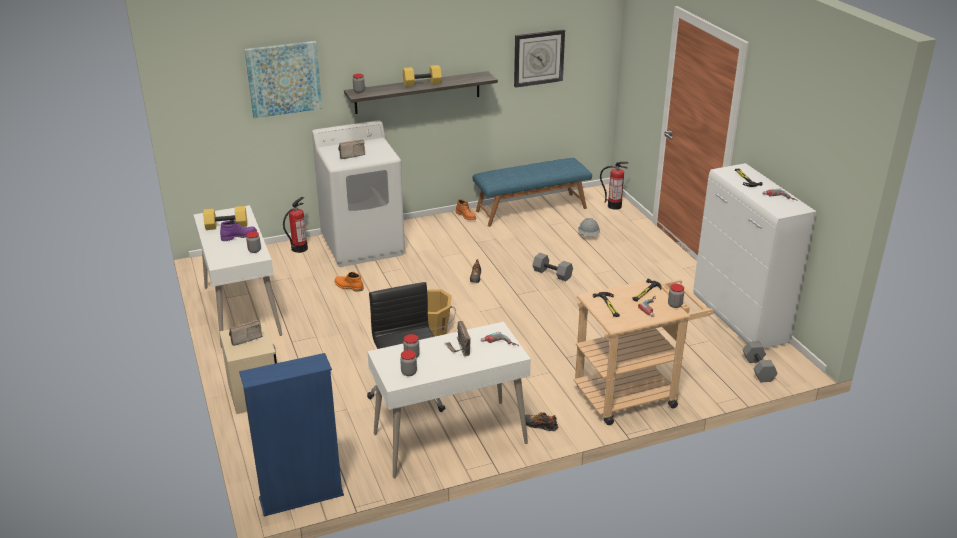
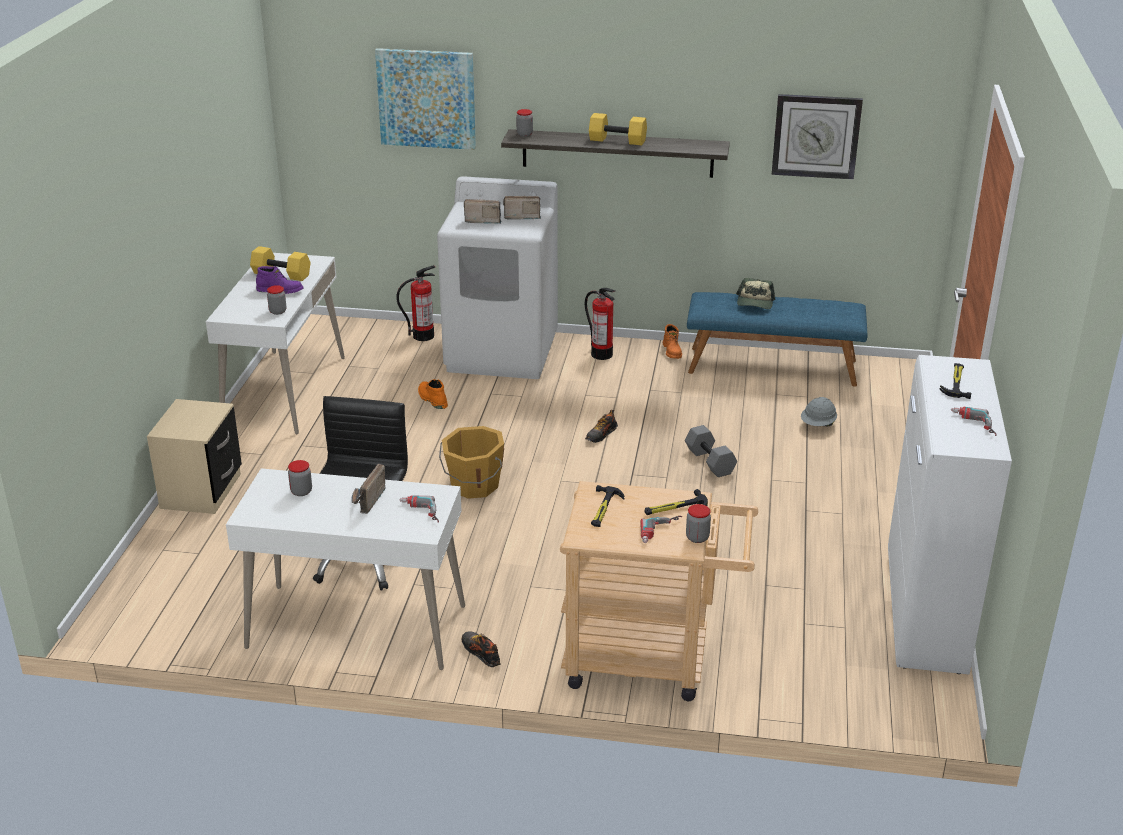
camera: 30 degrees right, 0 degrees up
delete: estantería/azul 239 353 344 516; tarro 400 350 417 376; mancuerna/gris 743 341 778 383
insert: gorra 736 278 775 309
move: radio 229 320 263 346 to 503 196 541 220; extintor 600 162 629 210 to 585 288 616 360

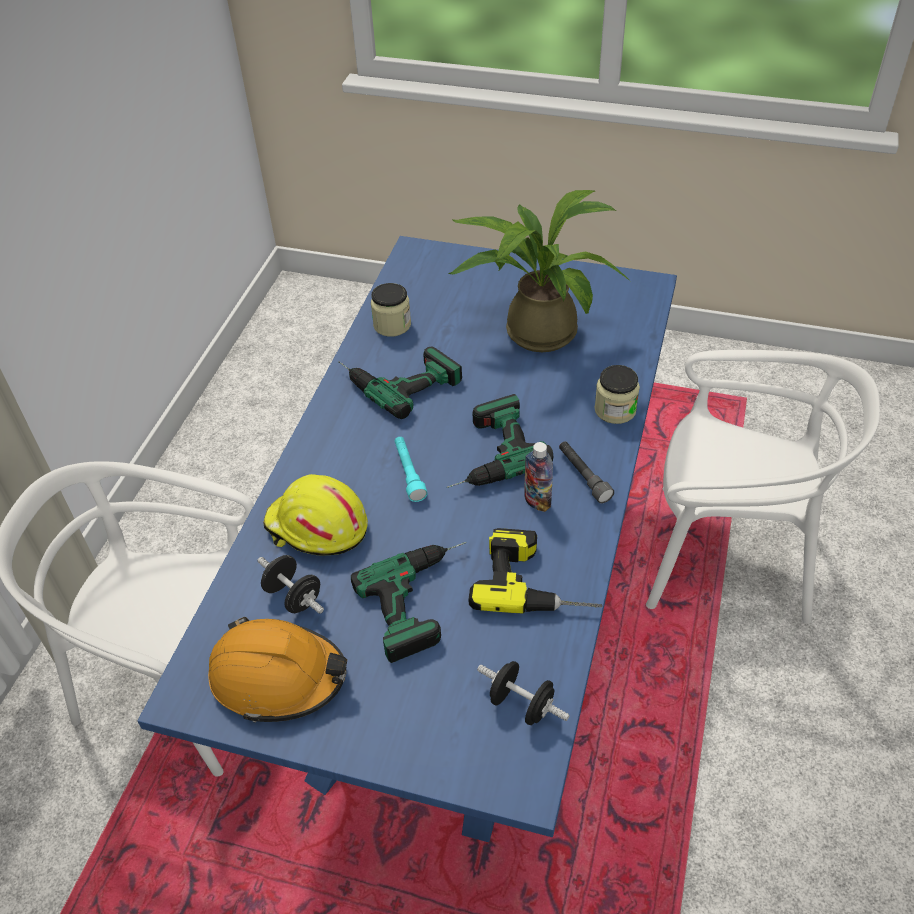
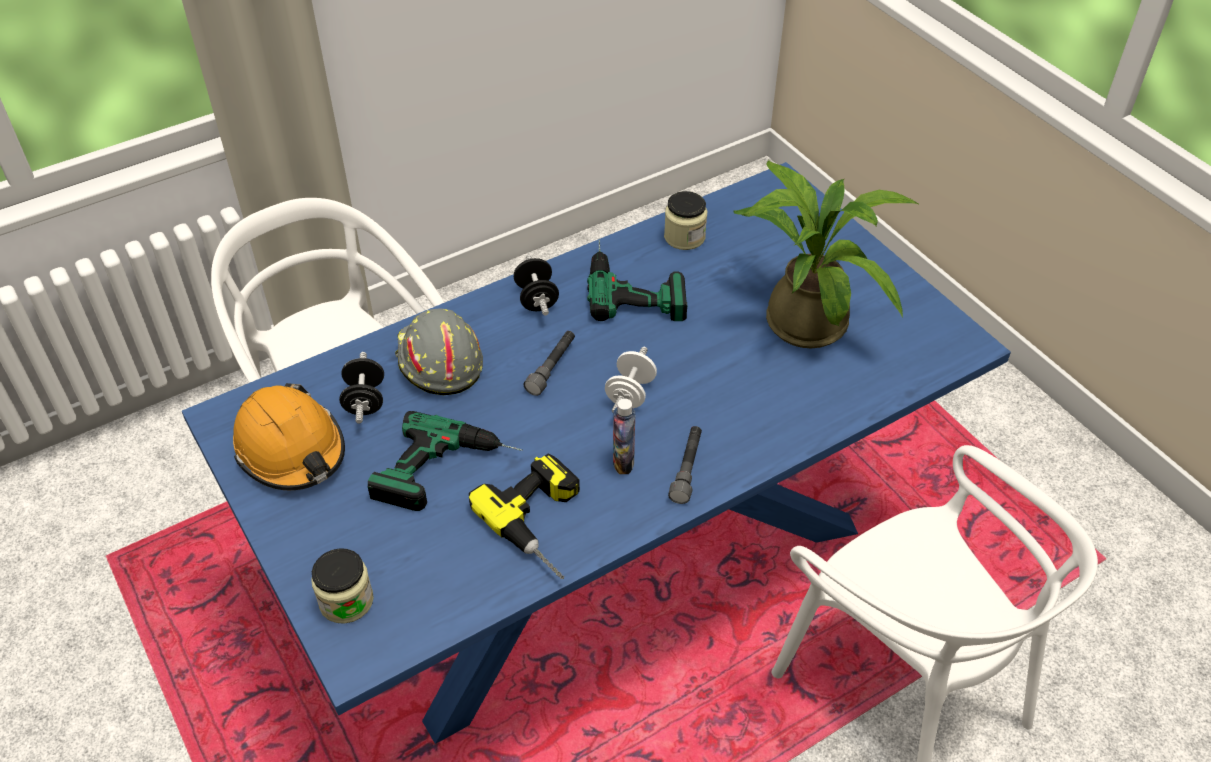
camera: 40 degrees right, 0 degrees up
move: mancuerna/negro 477 661 570 725 to 514 255 559 316; tarro 594 365 640 424 to 311 548 374 624
replace: taladro 447 394 553 488 to mancuerna/blanco 605 347 657 413
recolor: casco/amarillo 263 474 368 556 to casco/gris 395 308 483 395; linterna/turquesa 395 437 428 502 to linterna/gris 524 331 575 396

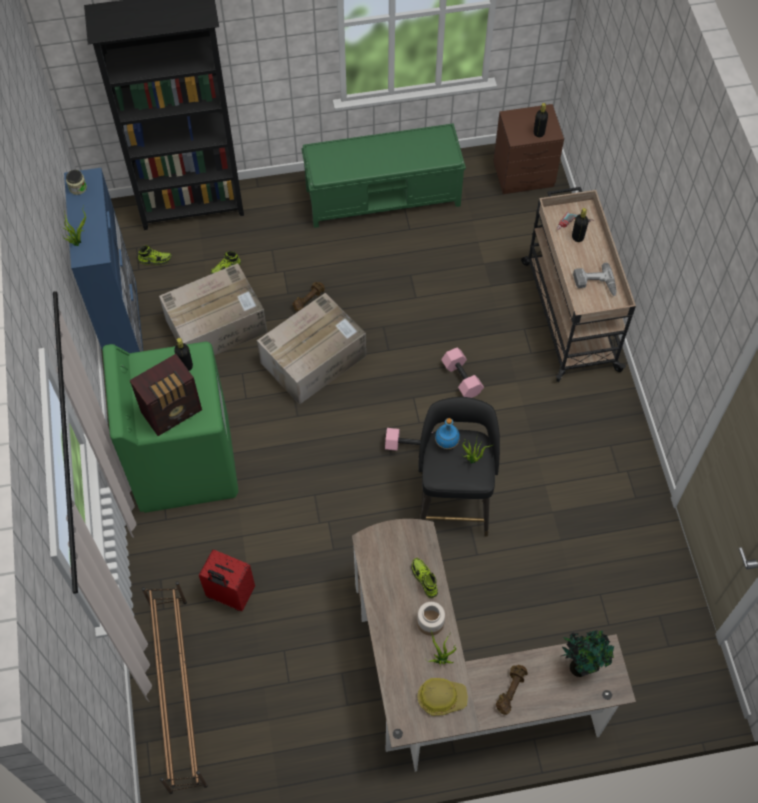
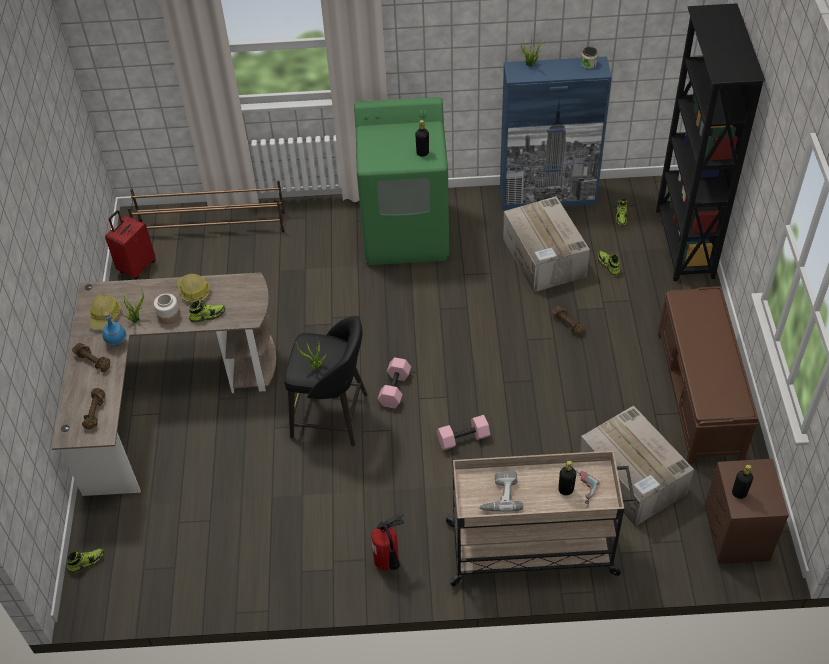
camera: 100 degrees right, 10 degrees down
delete: radio 130 354 202 436
insert: zapato 66 548 104 573; casco 176 274 211 303; extintor 371 513 404 570
move: maleta/rojo 199 550 255 611 to 105 210 156 279; caja de cartón 257 293 366 405 to 579 406 694 526; botella/azul 435 418 460 449 to 102 312 126 347
replace: planta en maceta 561 630 614 677 to mancuerna/marrón 82 388 106 429
recolor: banco/verde 301 123 466 228 to banco/marrón 658 286 759 465

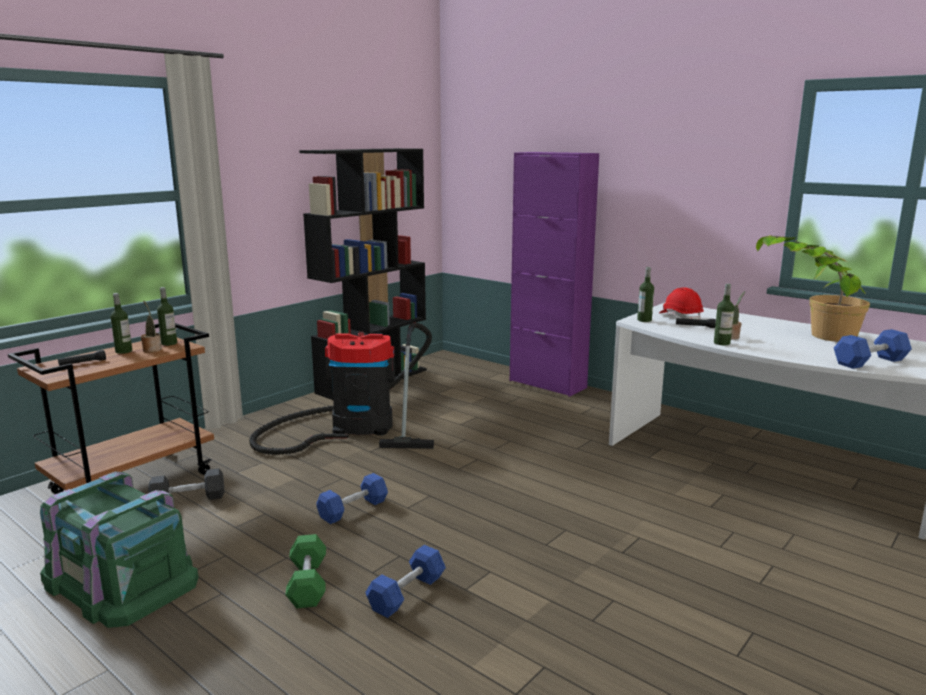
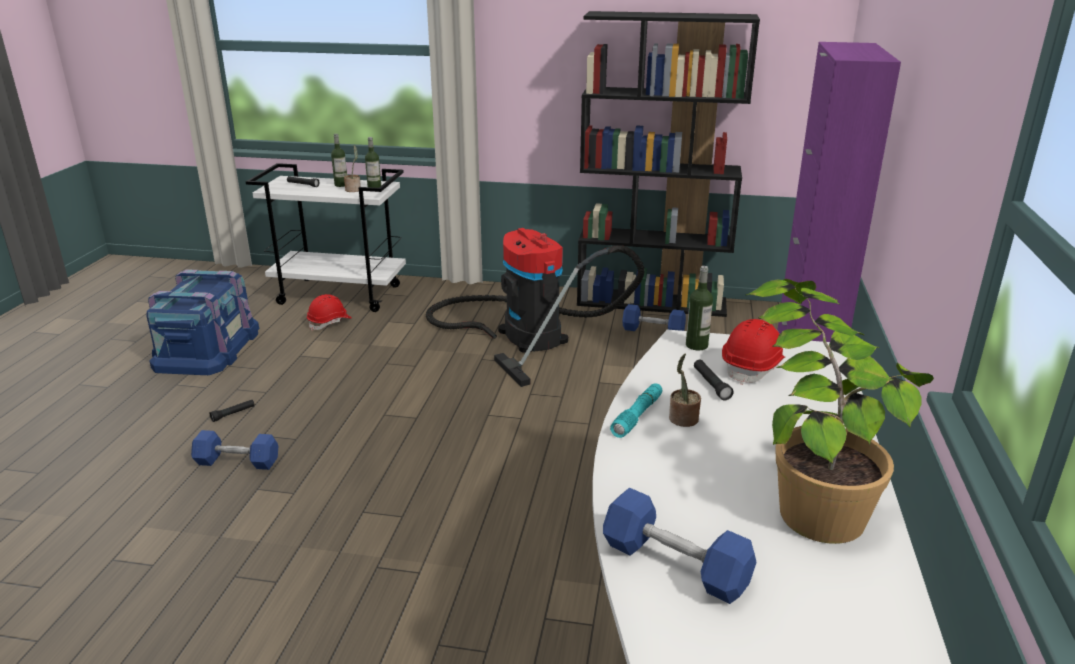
camera: 60 degrees right, 10 degrees up
move: mancuerna/azul 316 473 388 524 to 622 304 686 331
replace: mancuerna/gris 148 468 224 500 to casco/rojo 307 294 351 331; mancuerna/verde 285 534 326 608 to linterna/negro 210 400 255 422; botella 714 284 734 345 to linterna/turquesa 610 383 662 438
recolor: carrito/marrón 8 323 214 494 to carrito/blanco 246 163 406 312; caja de almacenaje/verde 40 471 198 628 to caja de almacenaje/azul 146 269 259 375

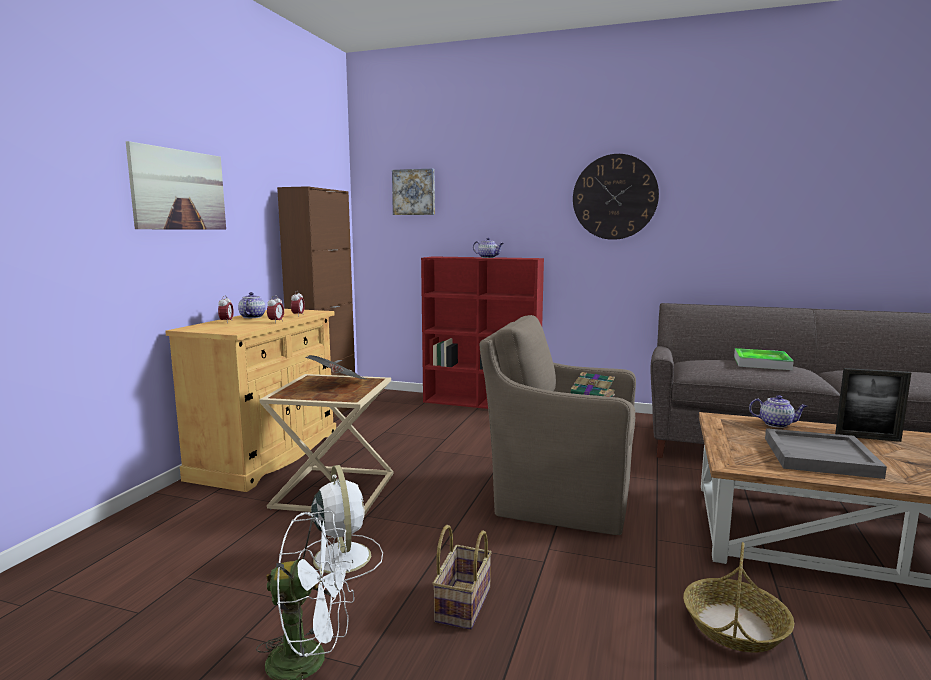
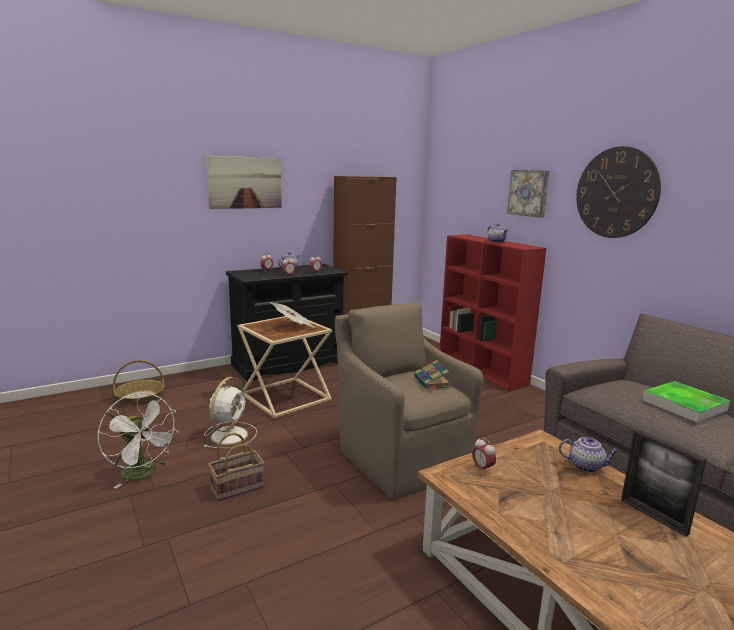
camera: 40 degrees right, 5 degrees up
delete: bandeja/gris 765 428 887 479
insert: despertador 472 437 496 474
move: cuadro 392 168 435 215 to 507 170 550 218; cesta 683 542 794 653 to 113 360 164 405
recolor: armario/beis 165 309 336 492 to armario/negro 226 264 348 381
rotate: tetera 749 395 807 428 = 559 437 619 473 45 degrees counterclockwise

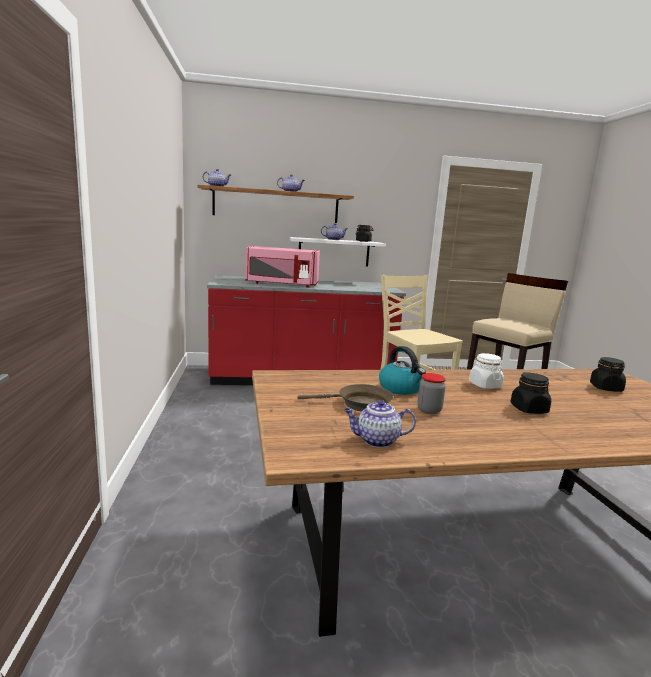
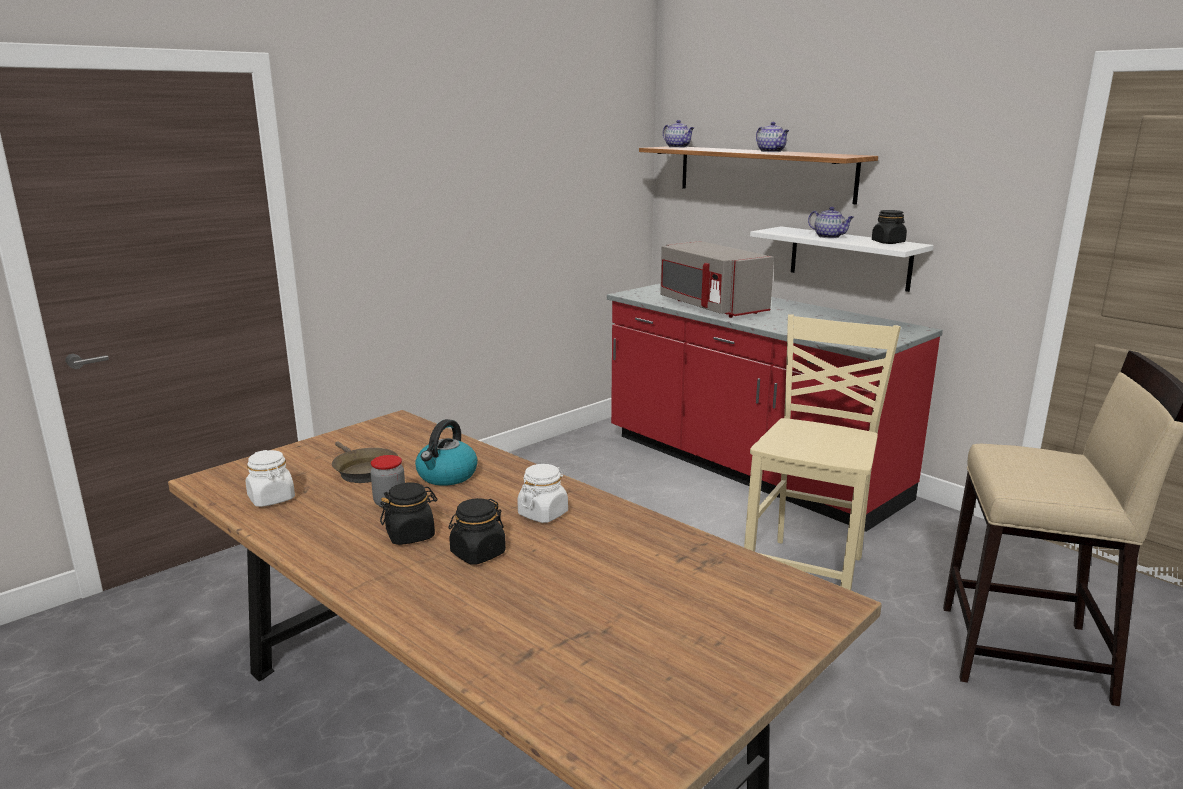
camera: 55 degrees right, 5 degrees up
move: tarro/negro 590 357 626 392 to 380 482 437 545
replace: tetera 344 400 416 448 to tarro/blanco 246 450 295 507
recolor: microondas/rosa 245 246 320 287 to microondas/gris 660 241 774 318

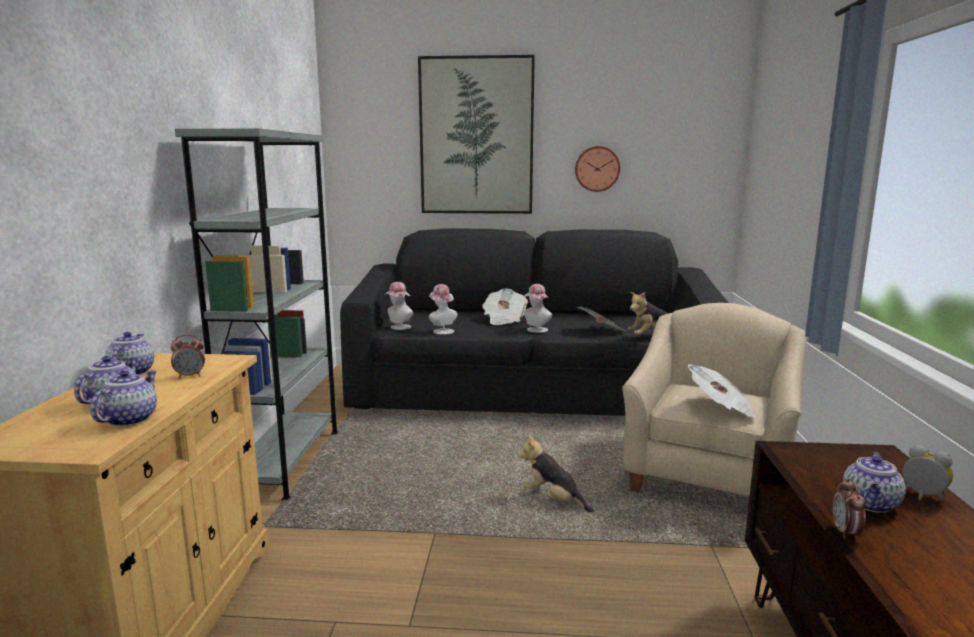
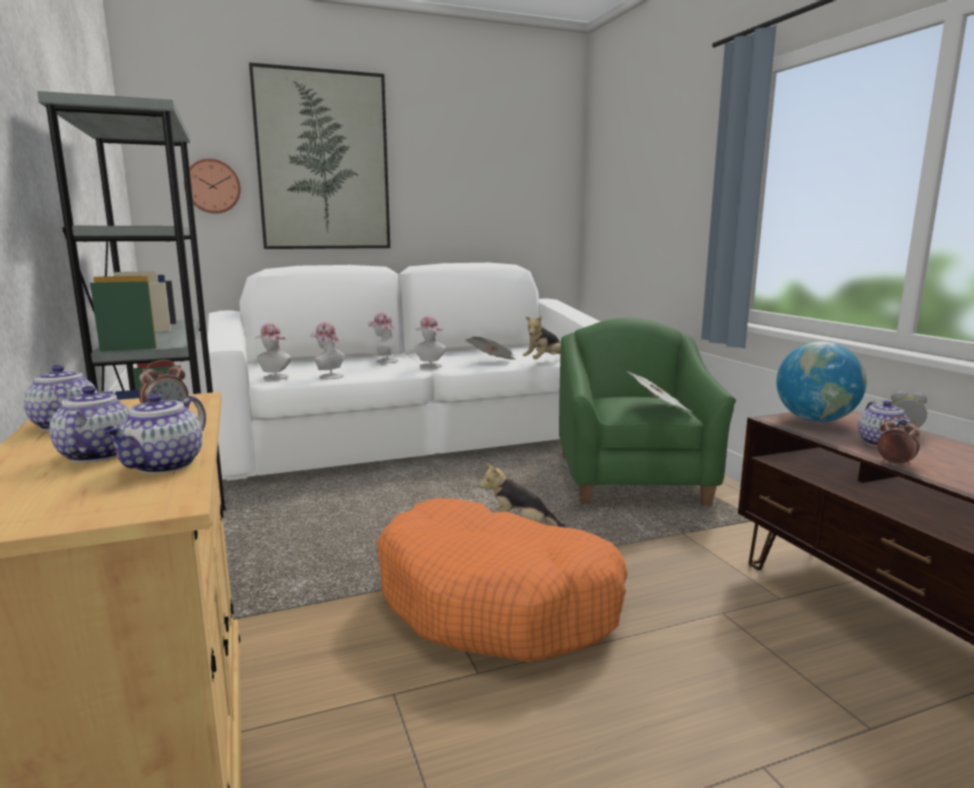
camera: 25 degrees left, 0 degrees up
insert: cama para perro/naranja 377 498 628 662; globo terráqueo 776 341 867 422
move: reloj de pared 575 146 620 192 to 184 159 241 214
replace: periódico 482 289 528 325 to sombrero 367 312 398 363
recolor: sofá/negro 340 228 729 416 to sofá/blanco 203 263 600 481; sillón/beis 622 303 807 497 to sillón/verde 559 318 736 505
rotate: tetera 90 370 157 426 = 103 393 206 474 150 degrees counterclockwise; despertador 832 478 866 539 = 877 416 921 467 150 degrees clockwise

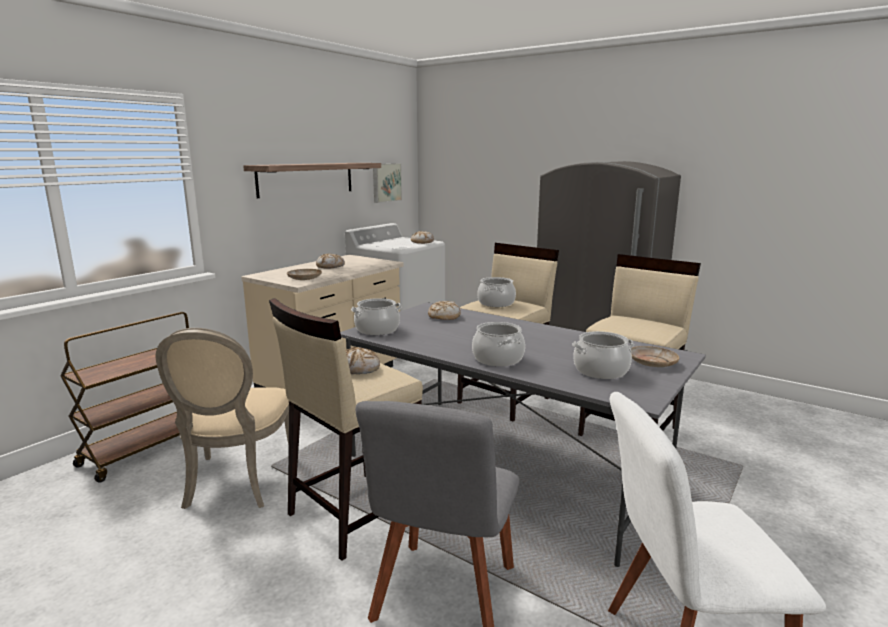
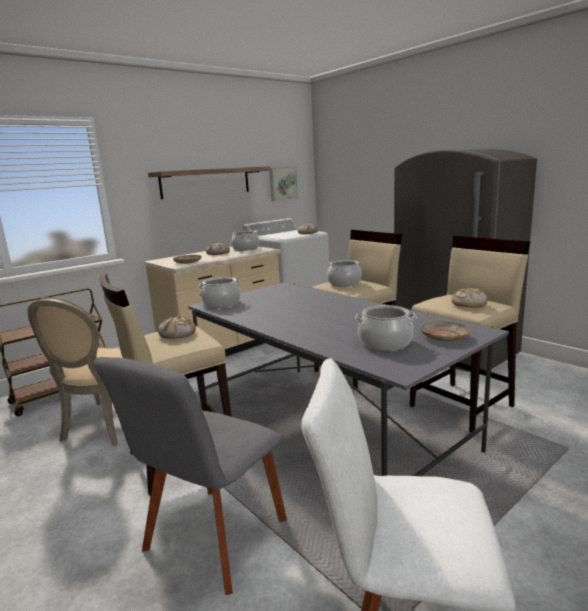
camera: 15 degrees right, 0 degrees up
move: pan 428 301 461 320 to 452 288 487 308; olla 472 322 525 366 to 232 231 259 251

